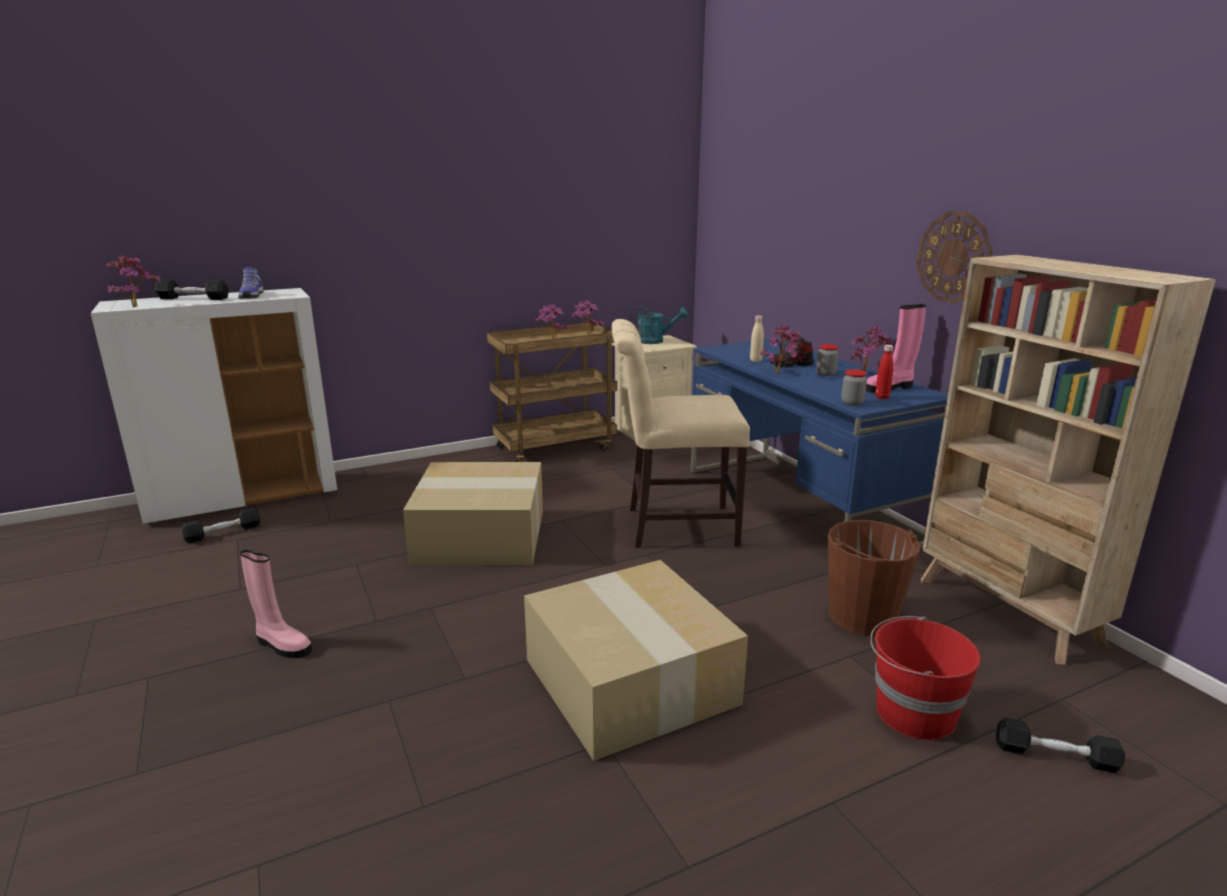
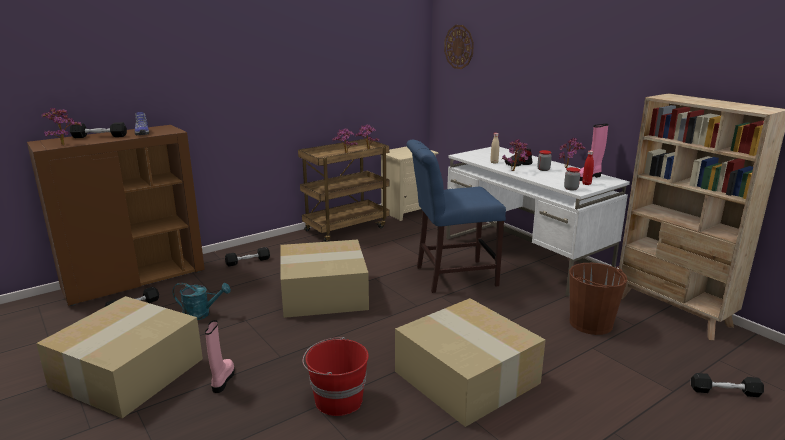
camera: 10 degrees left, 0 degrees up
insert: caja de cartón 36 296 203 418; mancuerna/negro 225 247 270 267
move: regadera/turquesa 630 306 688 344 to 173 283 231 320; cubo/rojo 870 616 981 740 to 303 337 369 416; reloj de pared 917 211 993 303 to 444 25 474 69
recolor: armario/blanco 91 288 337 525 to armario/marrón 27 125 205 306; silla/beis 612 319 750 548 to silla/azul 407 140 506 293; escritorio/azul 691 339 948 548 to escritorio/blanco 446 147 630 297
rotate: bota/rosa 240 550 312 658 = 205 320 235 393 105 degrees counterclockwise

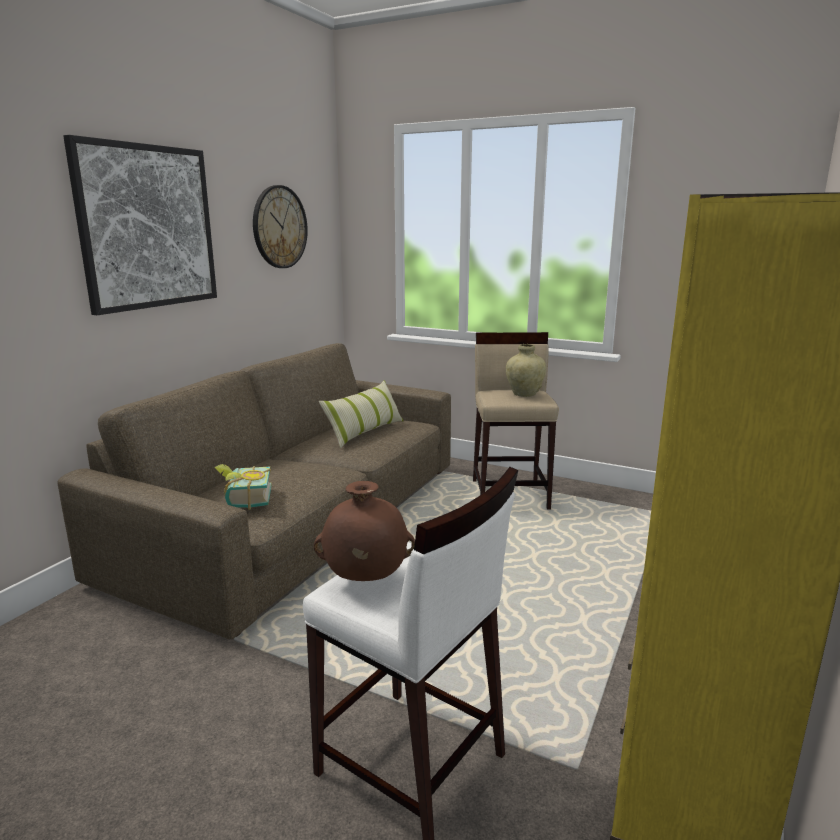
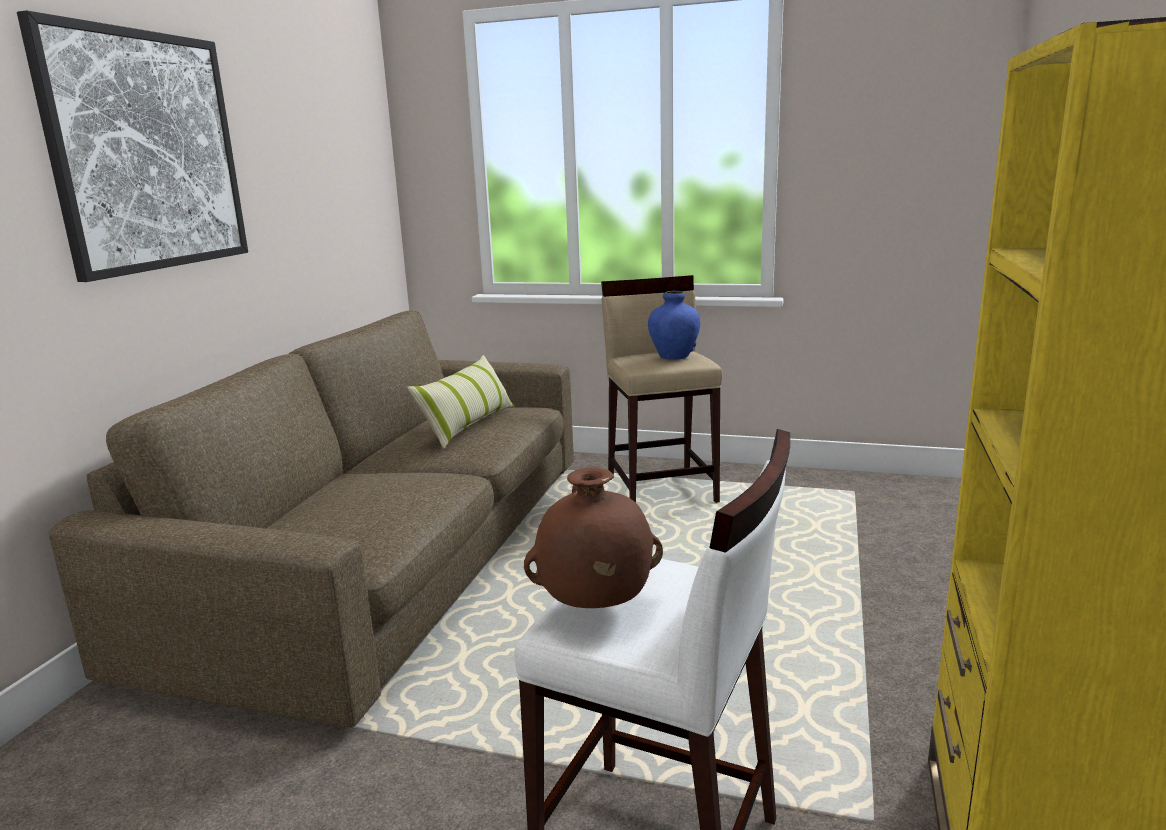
camera: 10 degrees left, 0 degrees up
delete: libro 215 464 272 510; reloj de pared 253 185 308 268
recolor: florero/beis 506 344 546 397 to florero/azul 648 291 700 360

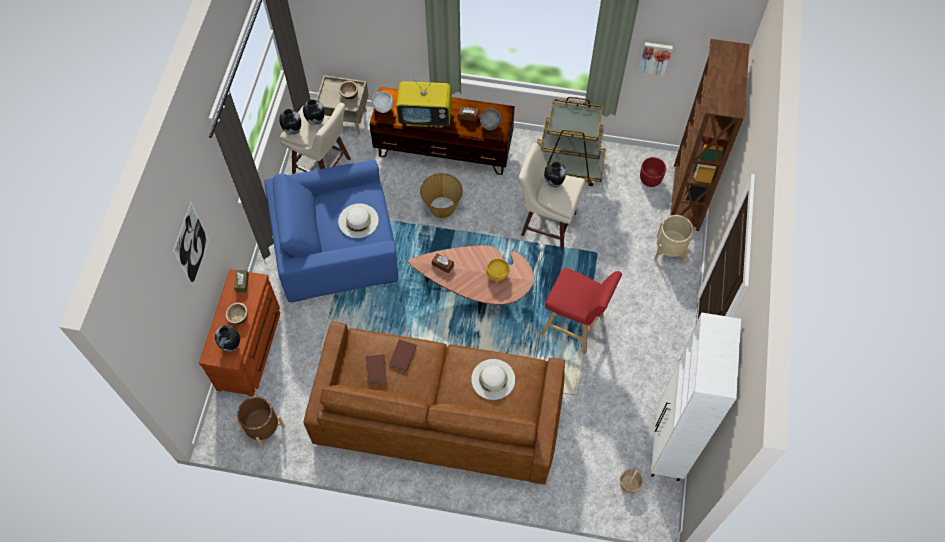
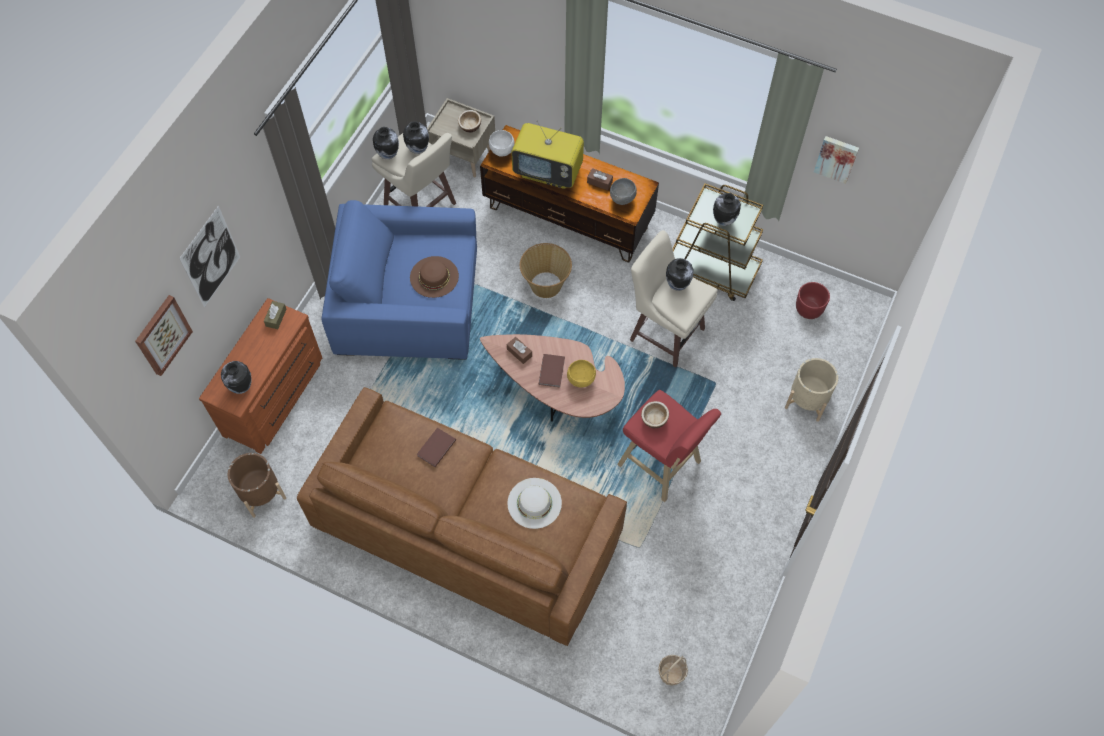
camera: 15 degrees right, 0 degrees up
delete: armario/blanco 651 312 741 481; estantería/marrón 670 39 749 231
insert: cuadro 135 295 193 376; florero 713 193 741 226
move: cuenco 225 303 248 325 to 641 401 669 428; libro/marrón 366 354 387 384 to 539 354 565 388
recolor: sombrero/blanco 338 203 379 238 to sombrero/marrón 410 256 459 298

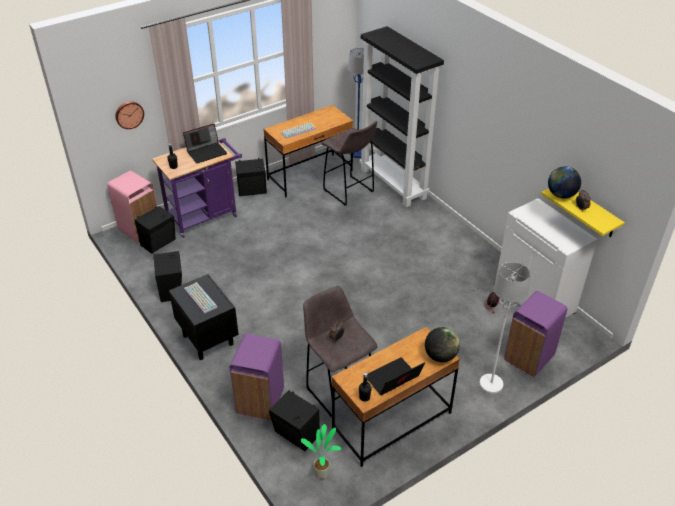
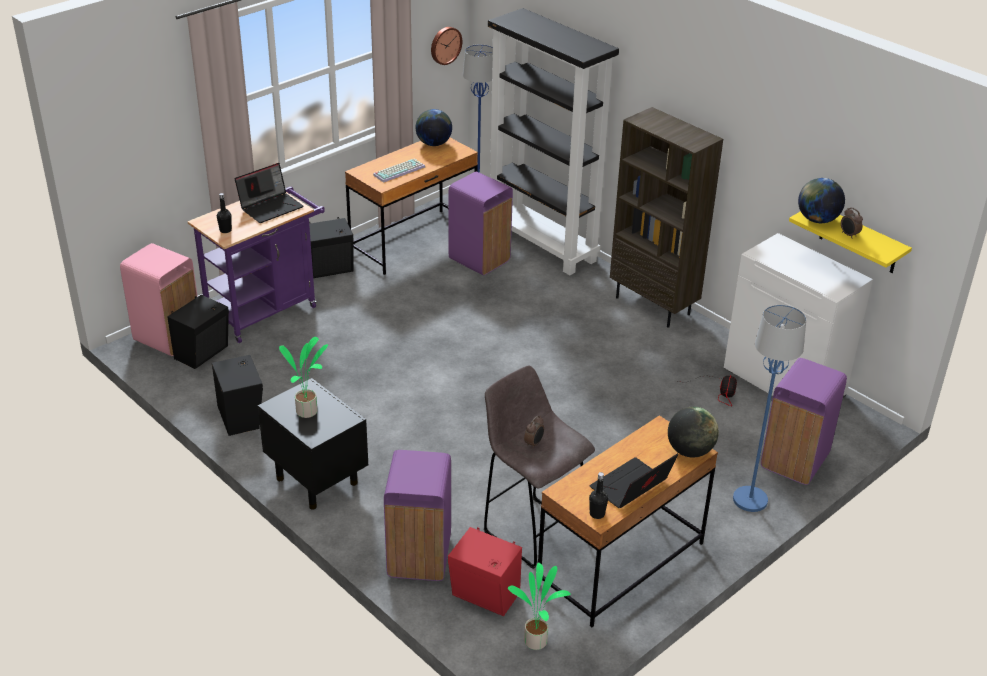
camera: 10 degrees left, 5 degrees down
insert: globo terráqueo 415 109 452 146; estantería/marrón 610 107 723 328
move: reloj de pared 115 101 144 129 to 431 27 462 65
replace: teclado 184 282 218 314 to planta en maceta 279 337 328 418; taburete/gris 321 121 377 206 to papelera/morado 449 172 513 275
recolor: altavoz/negro 269 390 320 451 to altavoz/rojo 448 527 522 616; lámpara de pie/blanco 480 262 530 394 to lámpara de pie/azul 733 305 806 512

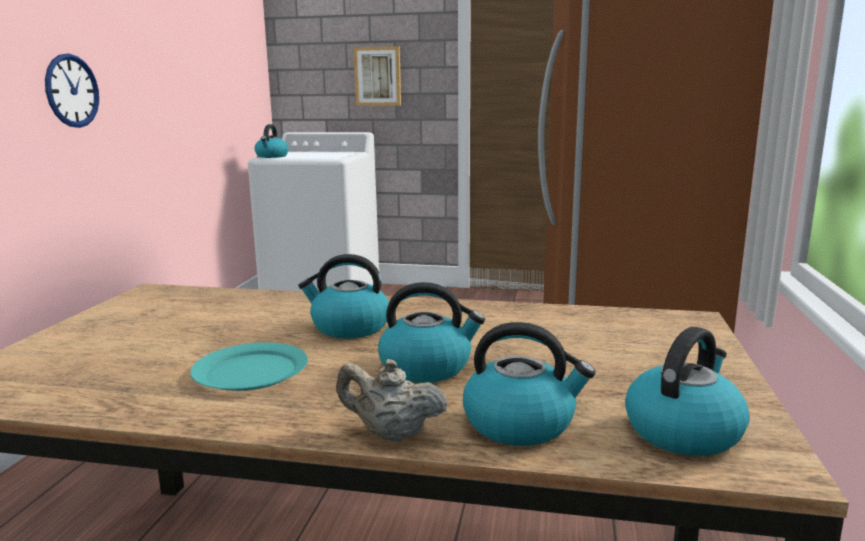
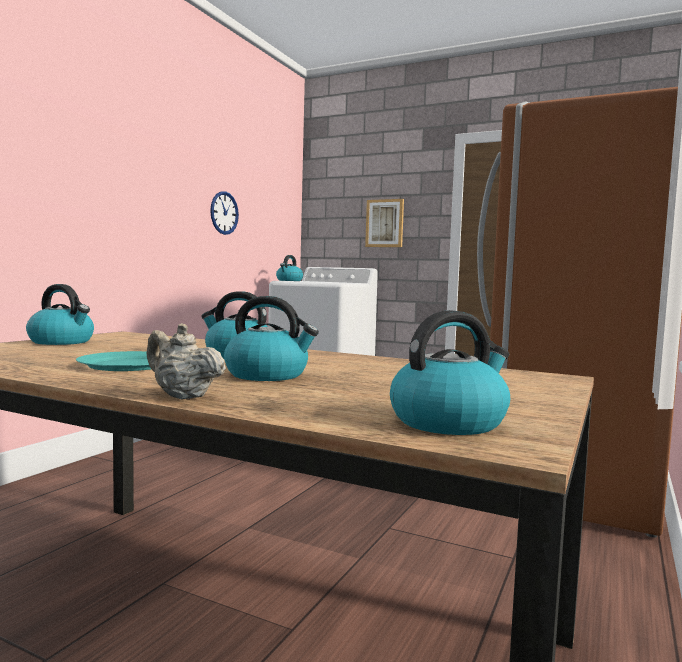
camera: 15 degrees right, 10 degrees down
move: reloj de pared 45 54 99 128 to 210 191 239 235; hervidor 463 322 596 446 to 26 284 94 345

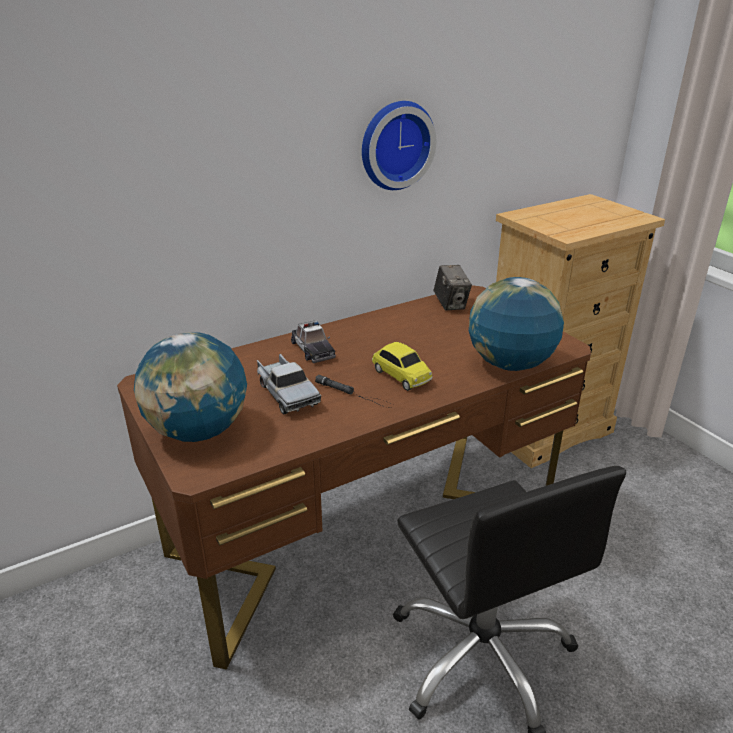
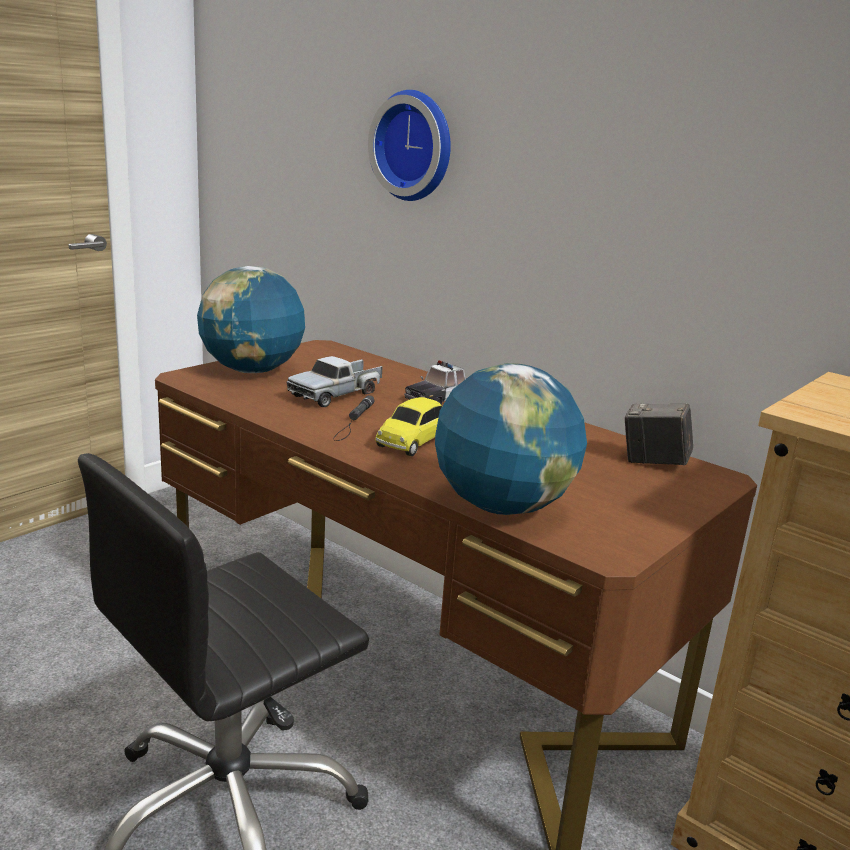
camera: 70 degrees right, 10 degrees down
move: reloj de pared 362 101 436 190 to 368 90 451 201
rotate: cámara 433 265 472 310 = 625 403 693 465 60 degrees clockwise

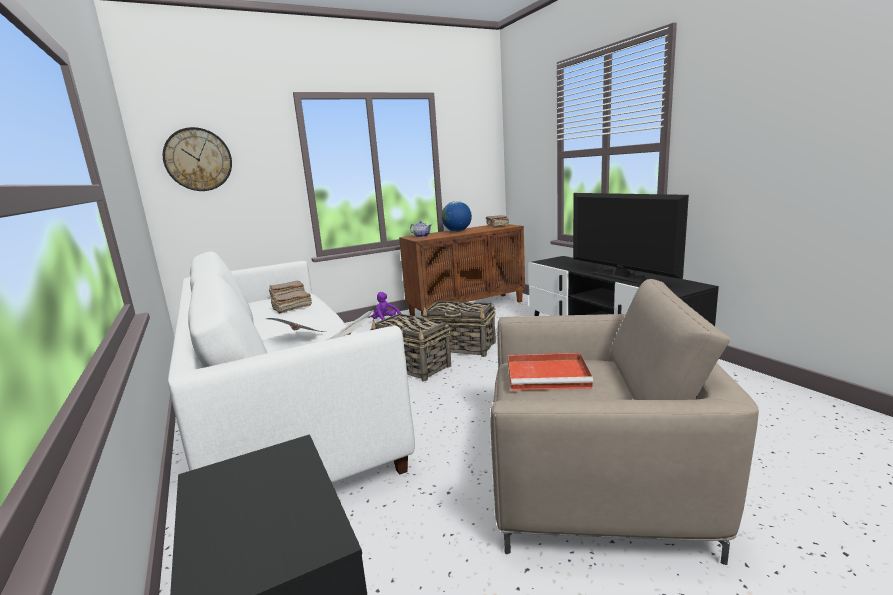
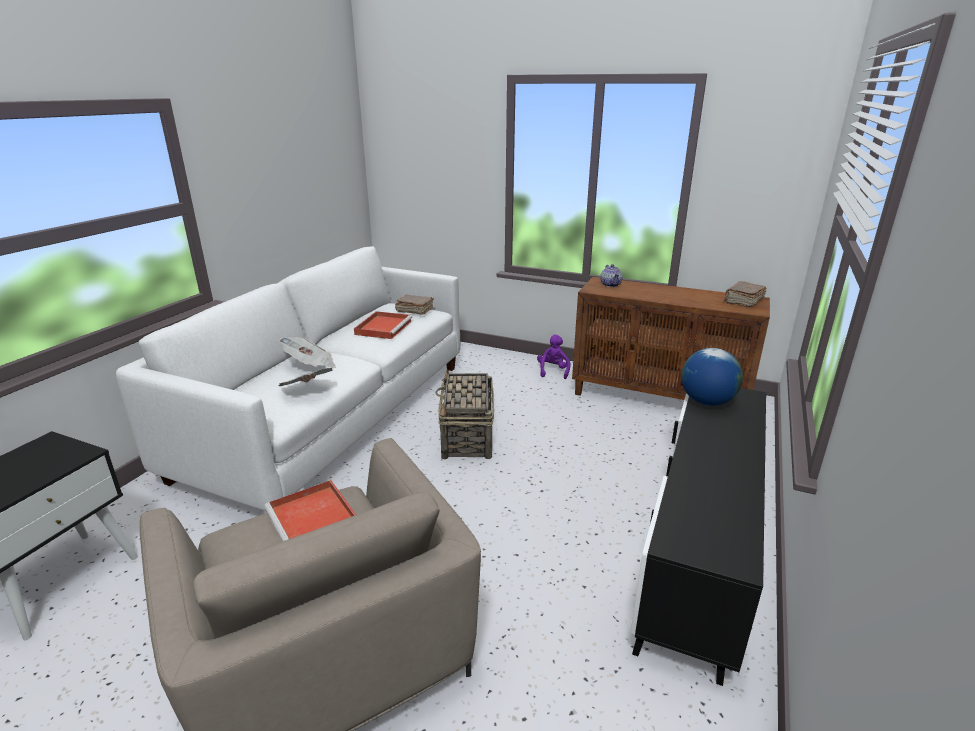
camera: 50 degrees right, 10 degrees up
delete: reloj de pared 163 127 232 191; cesta 421 301 496 357; televisor 573 193 689 283
move: globo terráqueo 441 201 472 232 to 681 348 743 406
replace: libro/marrón 271 290 312 314 to bandeja/rojo 354 311 412 339

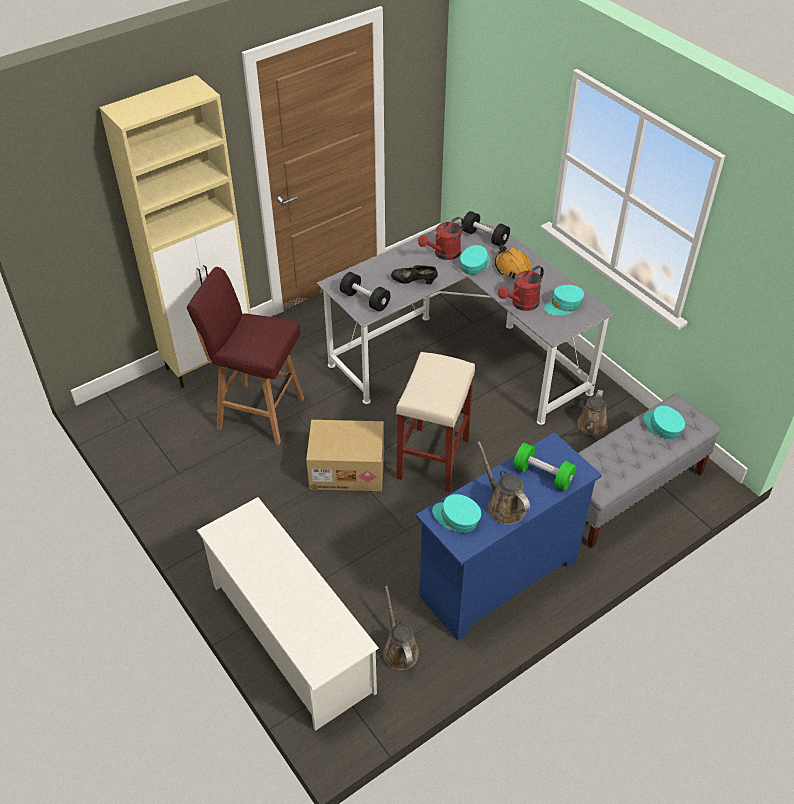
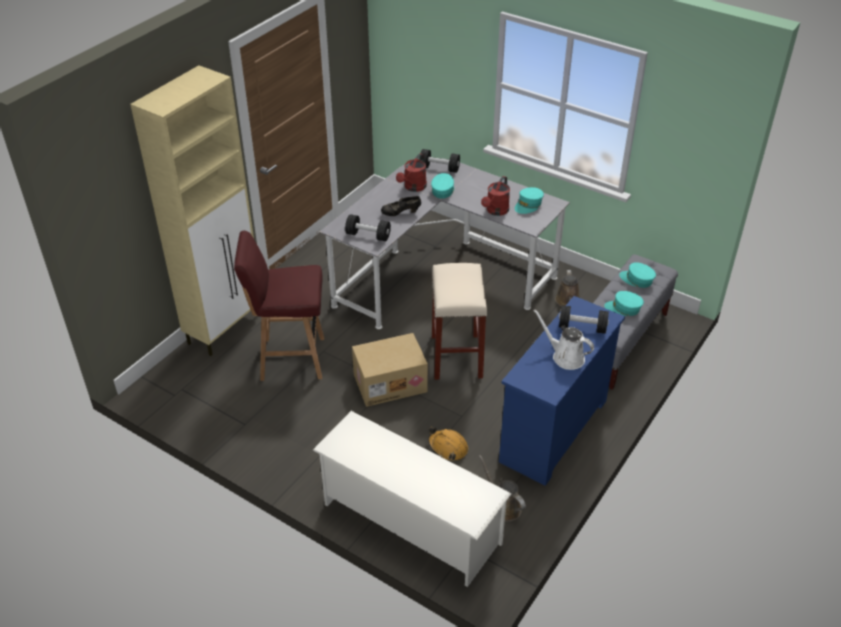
camera: 20 degrees left, 5 degrees down
move: gorra/turquesa 432 494 481 533 to 604 291 644 316; casco/naranja 495 245 532 280 to 428 427 468 460
recolor: regadera/marrón 477 441 530 525 to regadera/blanco 533 309 594 370; mancuerna/verde 513 442 576 490 to mancuerna/negro 559 305 609 334

